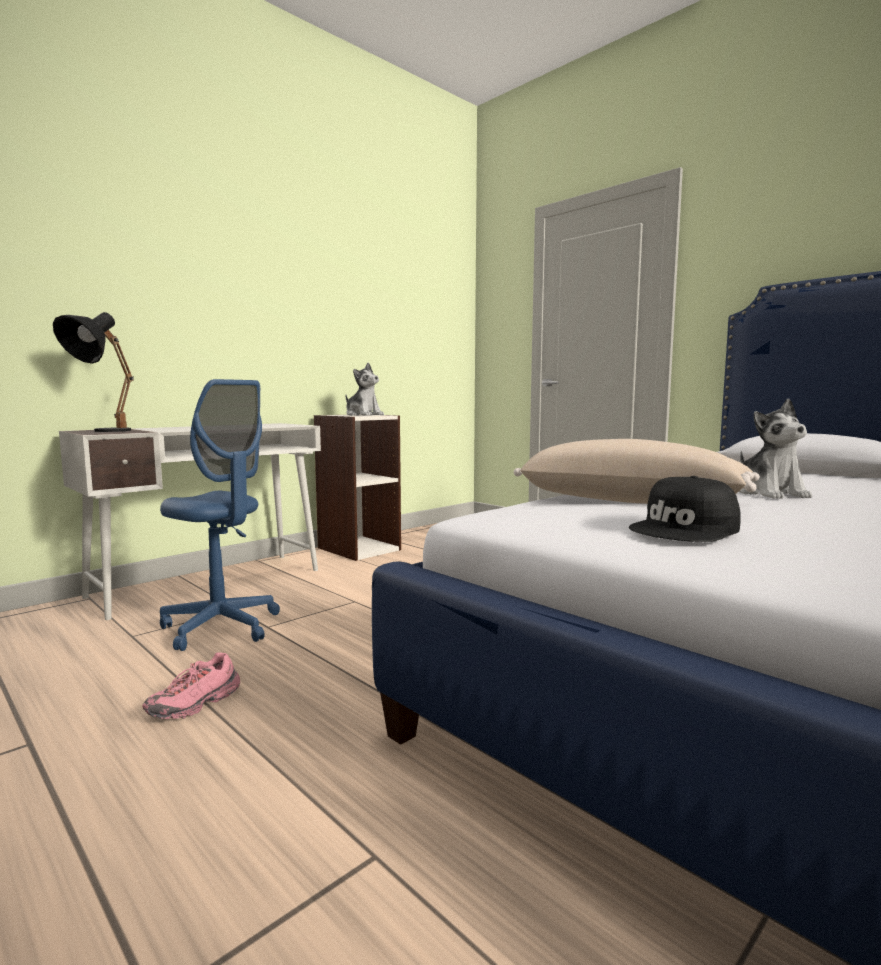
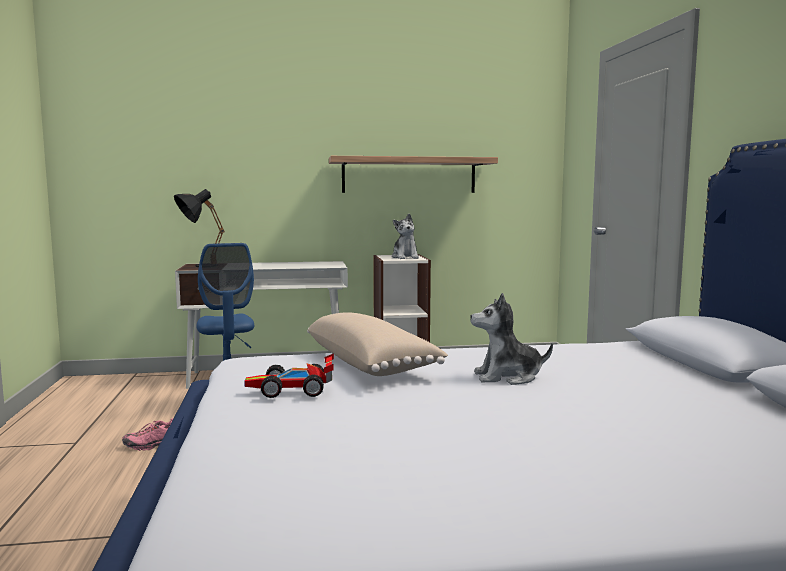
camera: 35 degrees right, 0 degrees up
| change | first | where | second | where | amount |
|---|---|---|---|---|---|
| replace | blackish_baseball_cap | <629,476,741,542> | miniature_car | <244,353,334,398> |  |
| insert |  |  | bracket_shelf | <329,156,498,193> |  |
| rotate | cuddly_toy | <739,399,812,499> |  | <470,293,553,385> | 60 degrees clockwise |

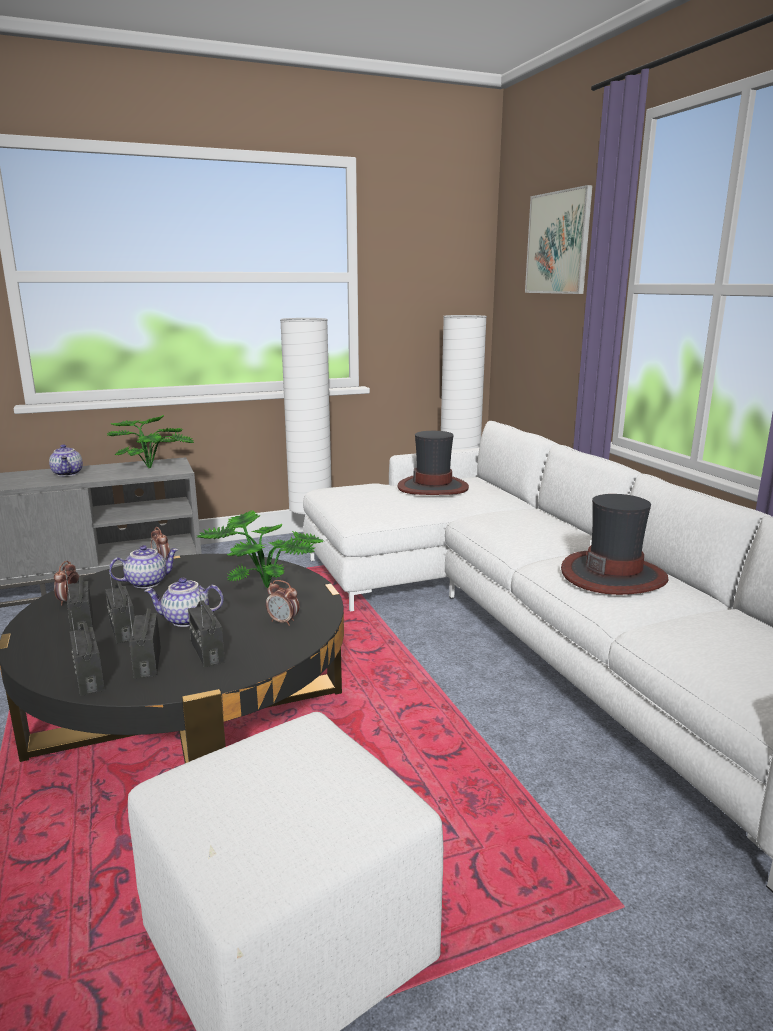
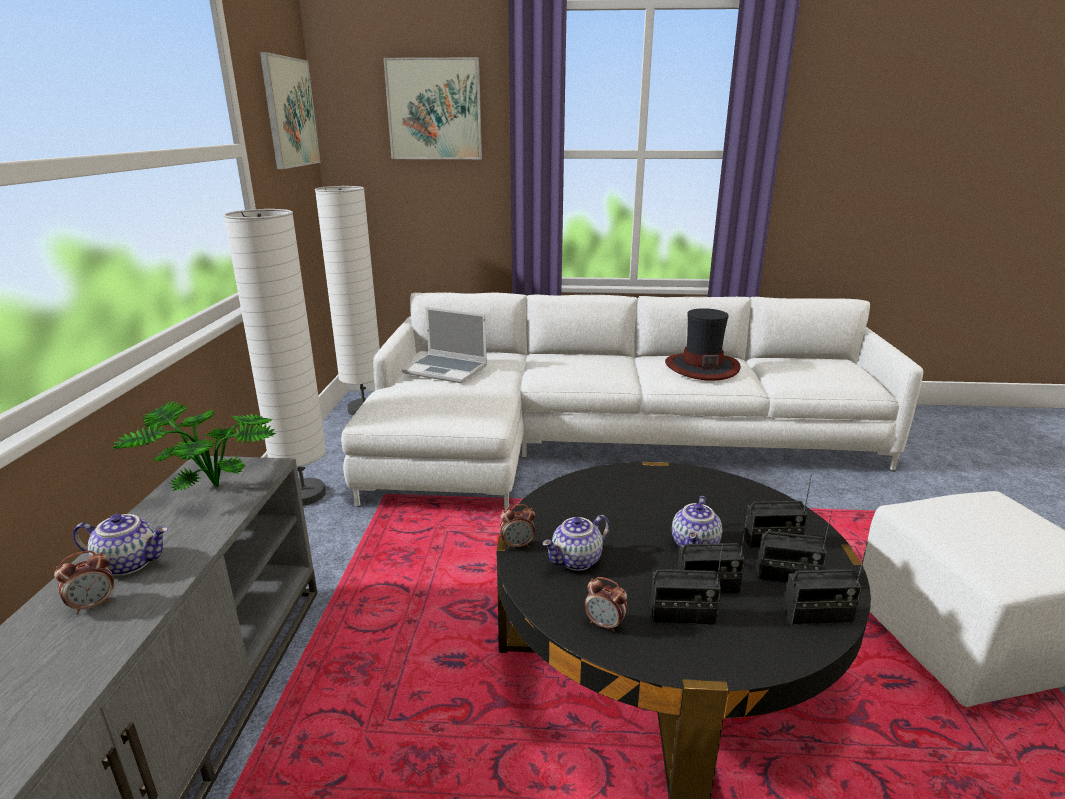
camera: 65 degrees left, 5 degrees up
| change | first | where | second | where | amount |
|---|---|---|---|---|---|
| move | bedside_clock | <266,580,299,626> |  | <54,550,114,615> |  |
| insert |  |  | picture | <260,52,320,169> |  |
| replace | clothing_hat | <397,431,469,495> | laptop | <402,307,487,383> |  |
| rotate | pot_for_tea | <109,545,178,589> |  | <542,515,610,571> | 120 degrees counterclockwise |
| delete | houseplant | <197,510,323,588> |  |  |  |

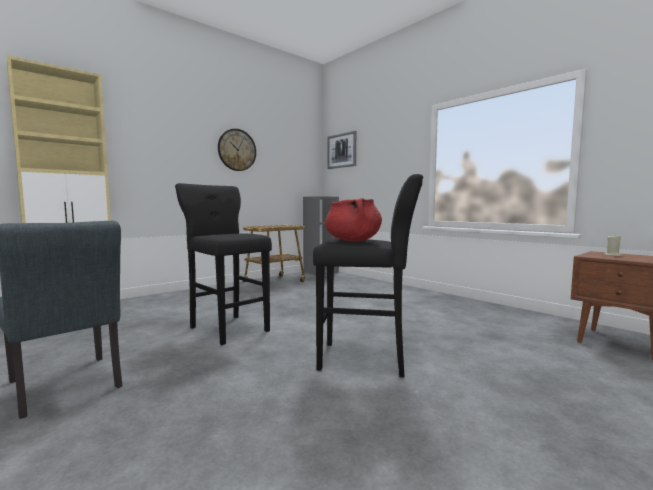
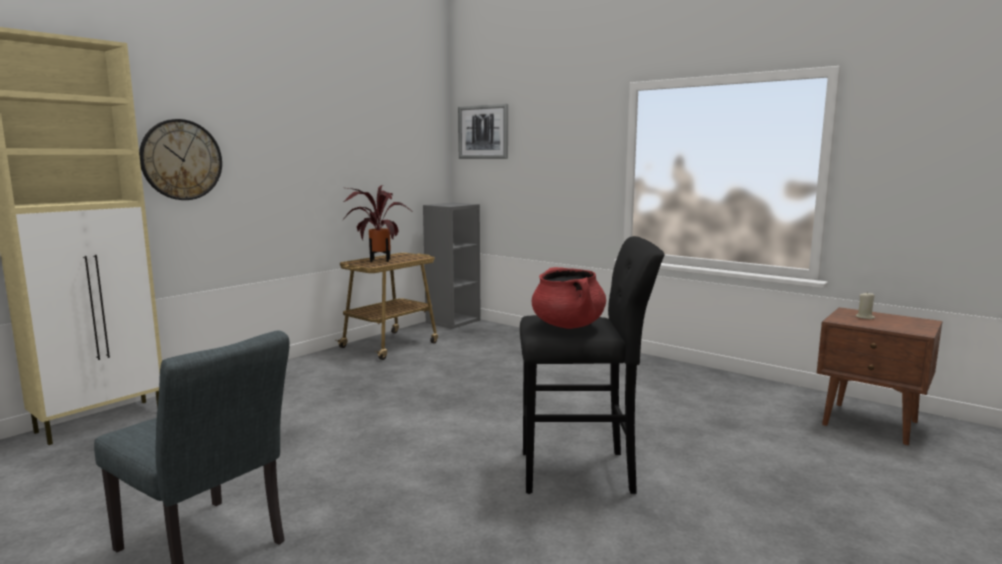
camera: 10 degrees left, 5 degrees up
| change | first | where | second | where | amount |
|---|---|---|---|---|---|
| move | clock_on_the_wall | <218,129,256,171> |  | <139,119,222,200> |  |
| insert |  |  | houseplant | <342,185,413,262> |  |
| delete | blackish_stool | <175,183,272,345> |  |  |  |

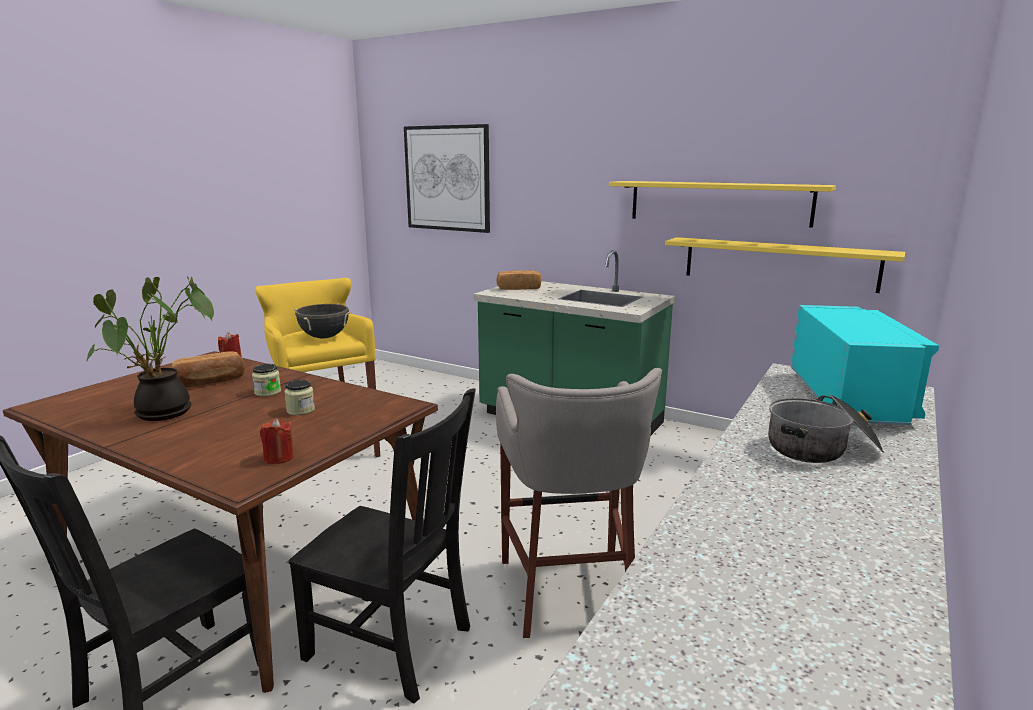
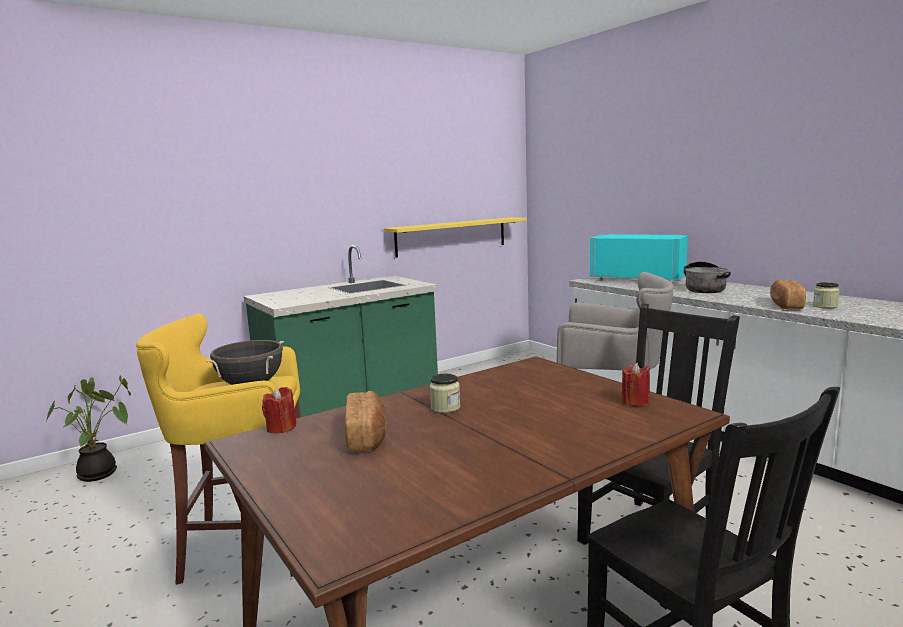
camera: 65 degrees left, 5 degrees down
| change | first | where | second | where | amount |
|---|---|---|---|---|---|
| move | houseplant | <87,277,214,421> |  | <46,376,131,482> |  |
| move | bread | <496,270,541,290> |  | <770,280,806,309> |  |
| move | storage_jar | <284,380,315,415> |  | <813,282,840,308> |  |
| delete | picture | <404,124,490,233> |  |  |  |
| delete | yellow-coloured_bracket_shelf | <609,181,836,228> |  |  |  |

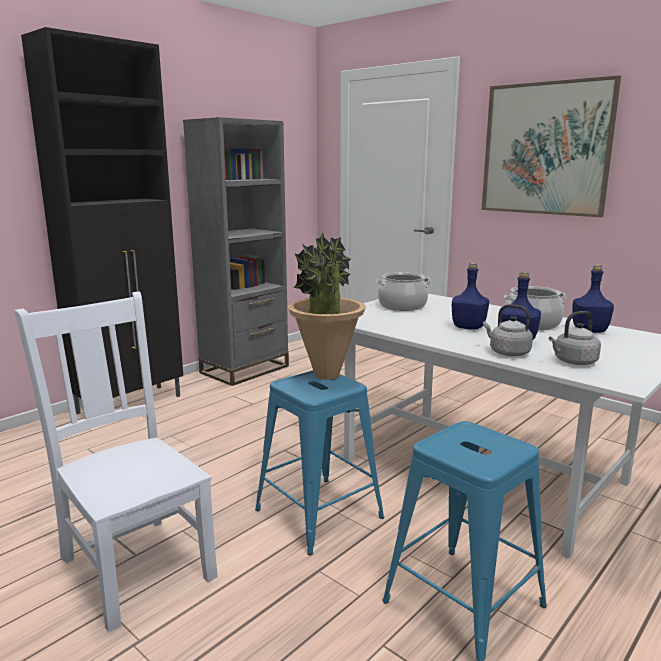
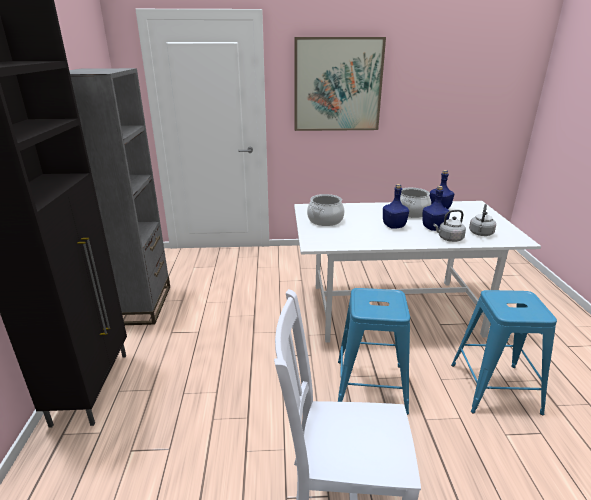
camera: 45 degrees left, 10 degrees up
| change | first | where | second | where | amount |
|---|---|---|---|---|---|
| delete | houseplant | <288,232,366,380> |  |  |  |

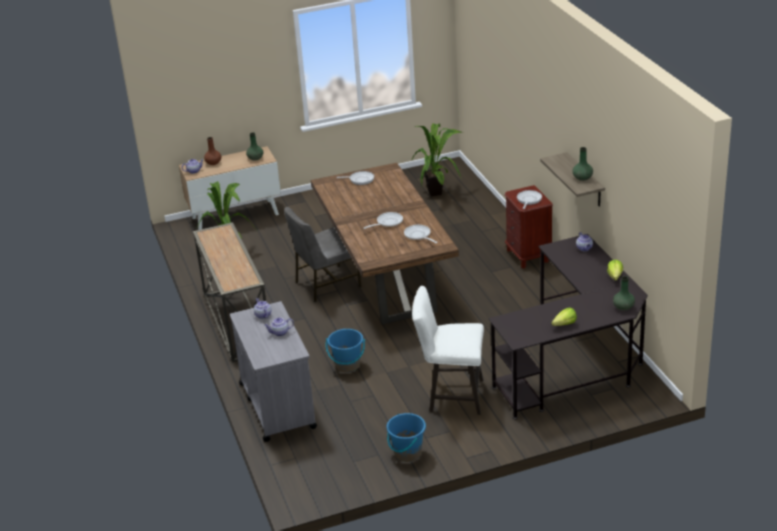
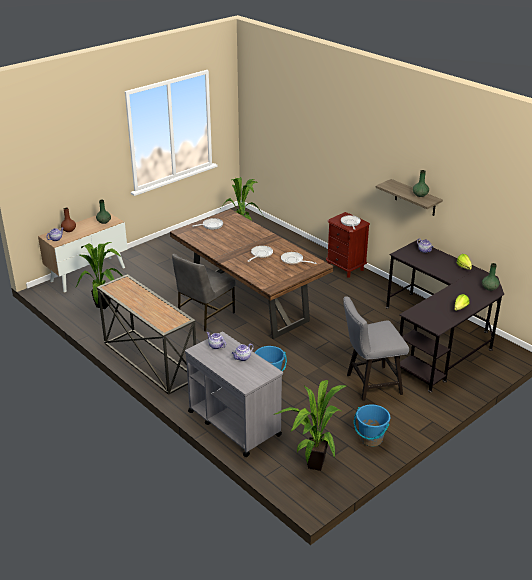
camera: 25 degrees left, 0 degrees up
| change | first | where | second | where | amount |
|---|---|---|---|---|---|
| insert |  |  | houseplant | <274,380,346,471> |  |
| replace | whitish_stool | <412,286,484,415> | grey_upright_chair | <343,297,409,401> |  |

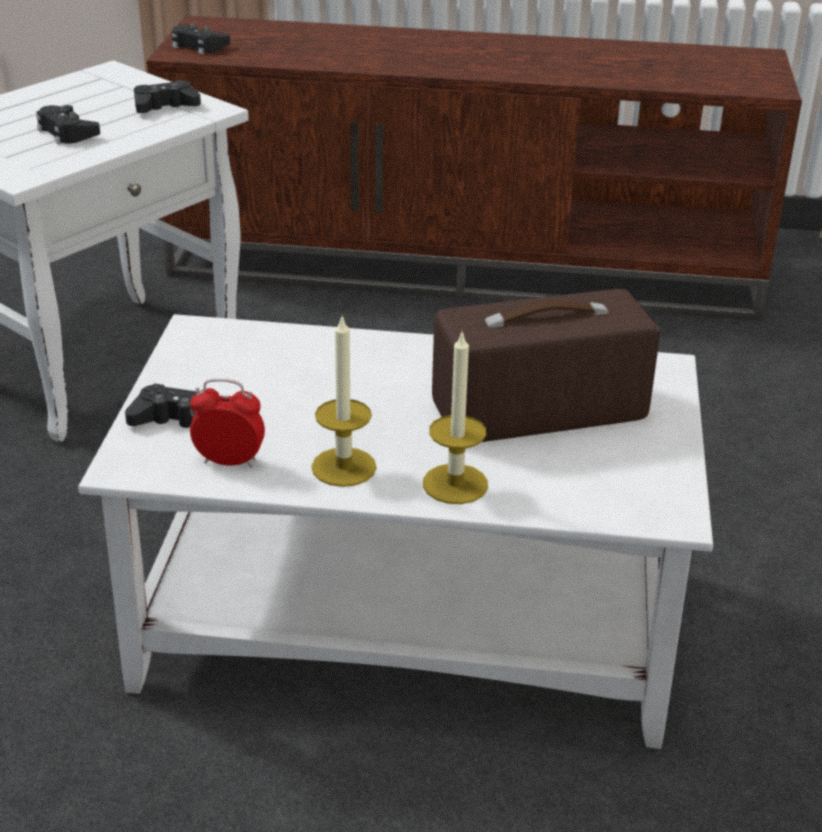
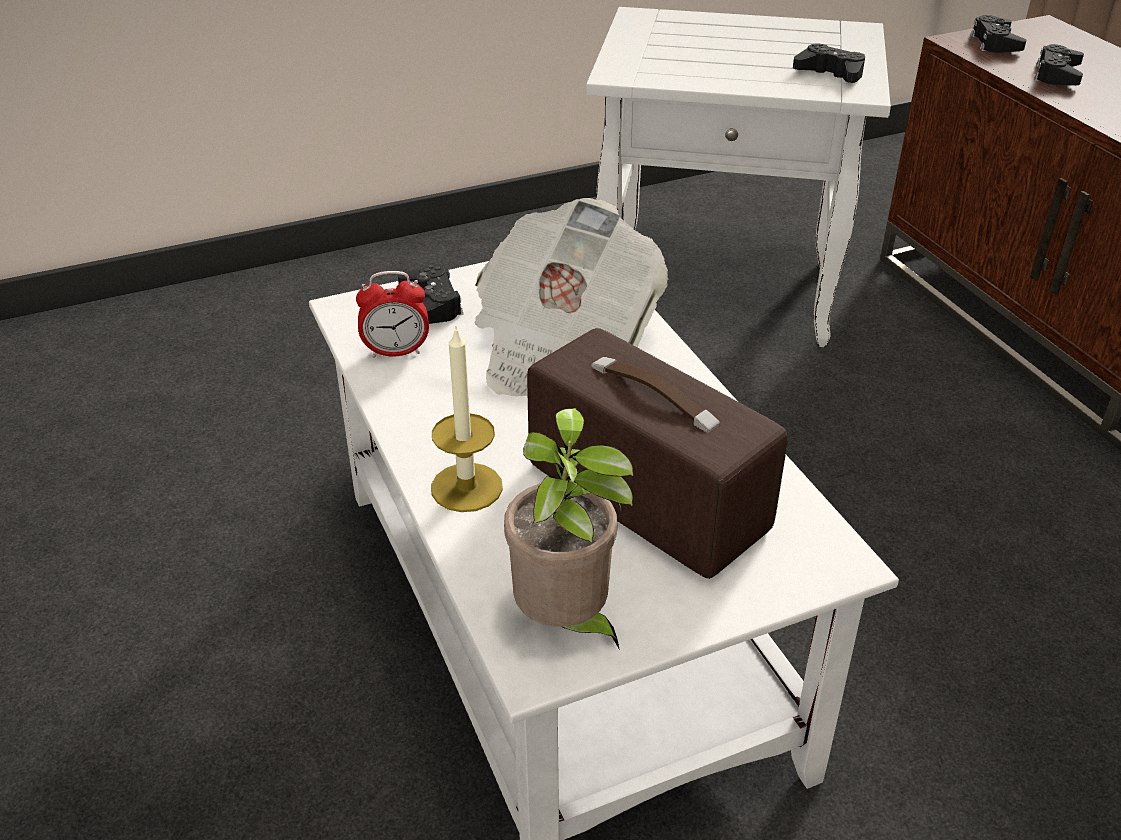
camera: 60 degrees right, 5 degrees up
| change | first | where | second | where | amount |
|---|---|---|---|---|---|
| rotate | bedside_clock | <190,378,265,468> |  | <356,271,429,358> | 105 degrees clockwise |
| insert |  |  | daily_paper | <474,198,668,396> |  |
| insert |  |  | houseplant | <504,408,633,650> |  |
| move | blackish_joypad | <36,105,100,145> |  | <1034,44,1084,85> |  |
| delete | candle | <311,316,377,487> |  |  |  |

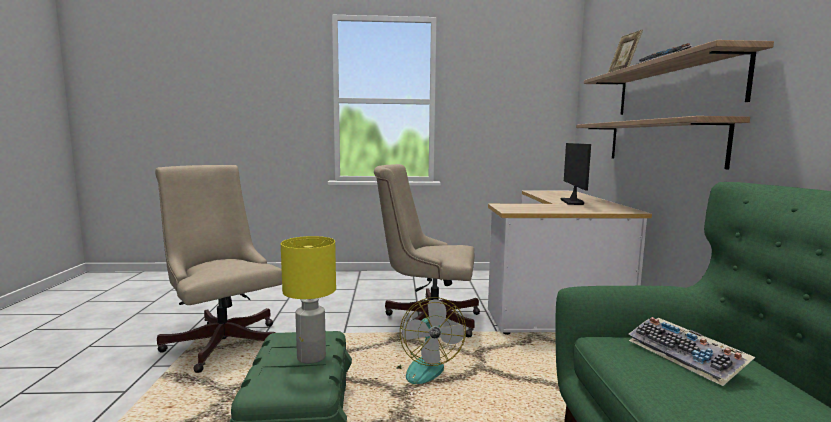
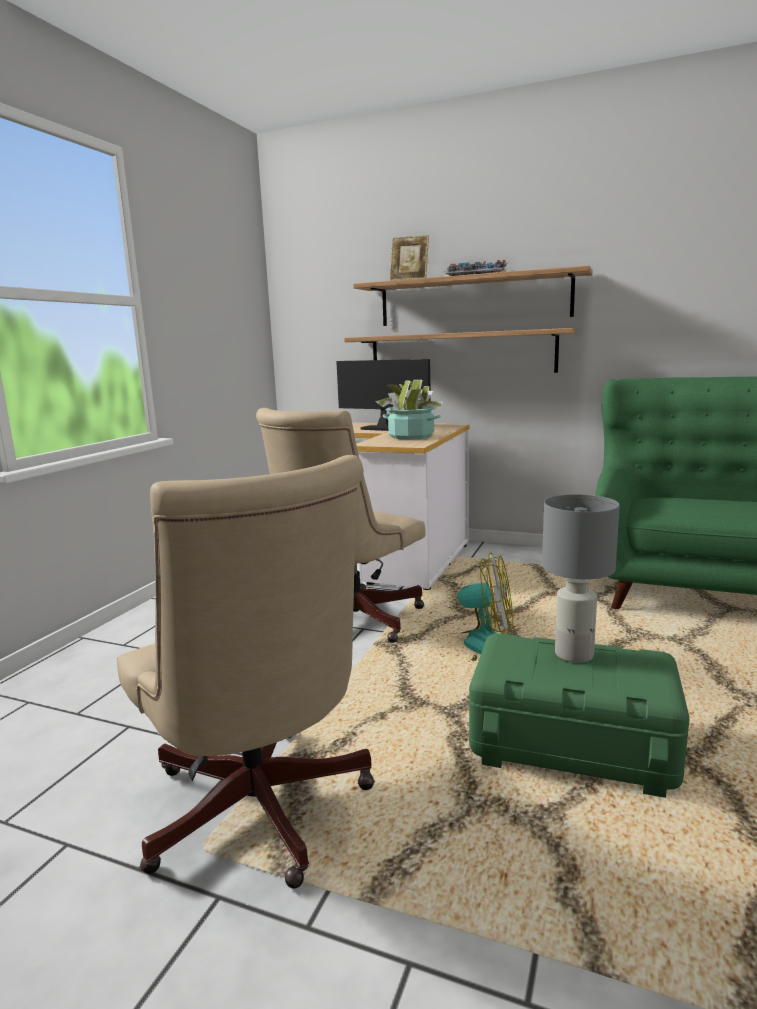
camera: 65 degrees left, 5 degrees up
| change | first | where | second | where | amount |
|---|---|---|---|---|---|
| rotate | beige-coloured_computer_chair | <155,165,282,373> |  | <117,455,375,889> | 105 degrees counterclockwise |
| insert |  |  | houseplant | <376,380,443,440> |  |
| recolor | yellow-coloured_table_lamp | <281,236,336,364> | grey_table_lamp | <542,494,620,663> |  |
| delete | PC_keyboard | <629,317,755,386> |  |  |  |

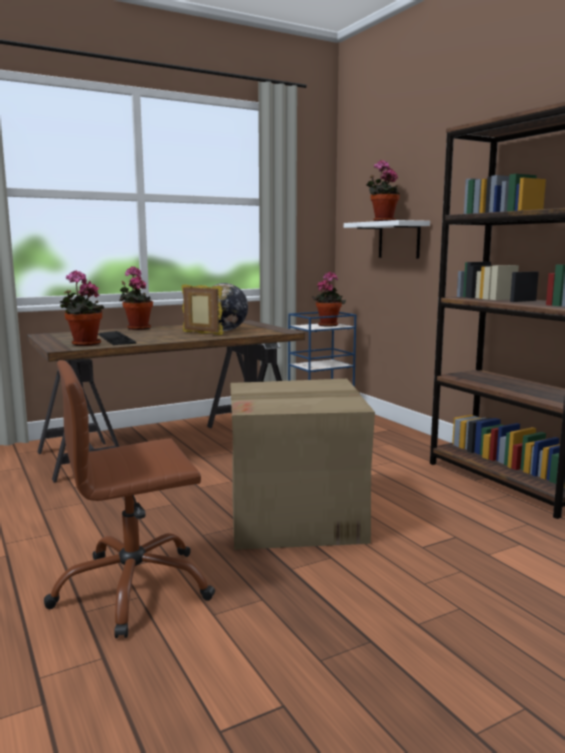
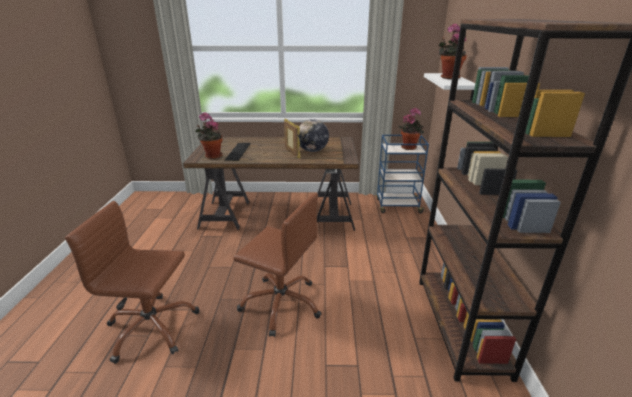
camera: 30 degrees right, 15 degrees up
| change | first | where | second | where | amount |
|---|---|---|---|---|---|
| replace | packing_box | <230,379,375,550> | brown-coloured_computer_chair | <233,193,322,337> |  |
| delete | houseplant | <119,266,153,330> |  |  |  |

